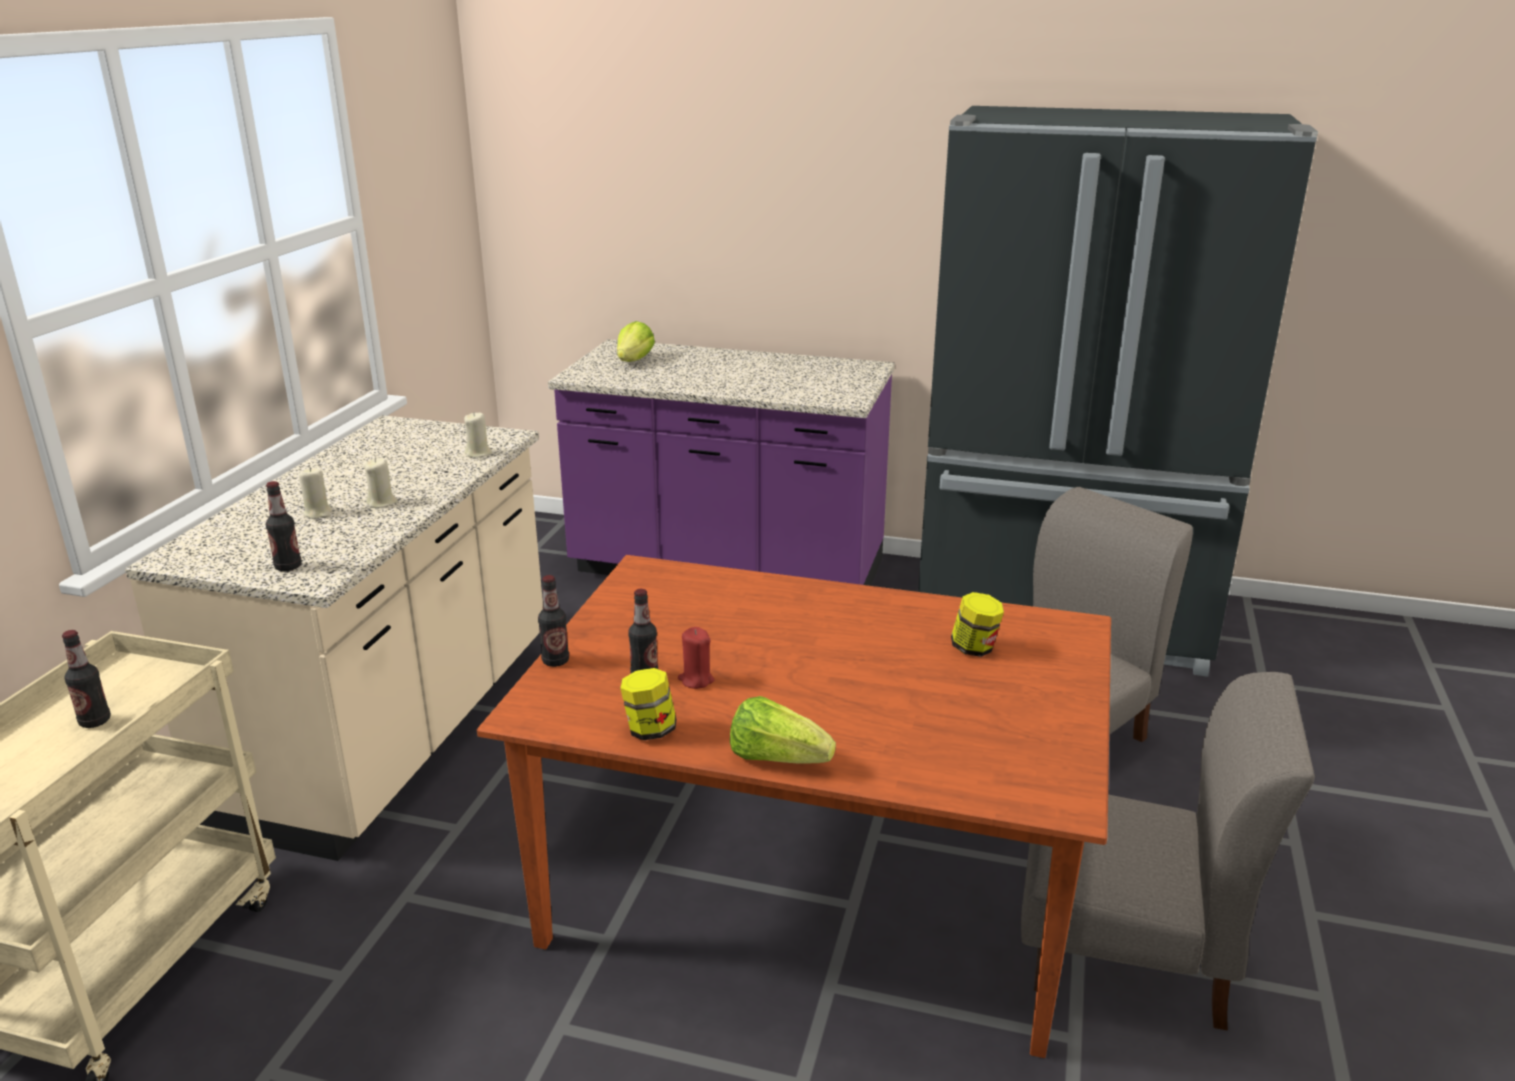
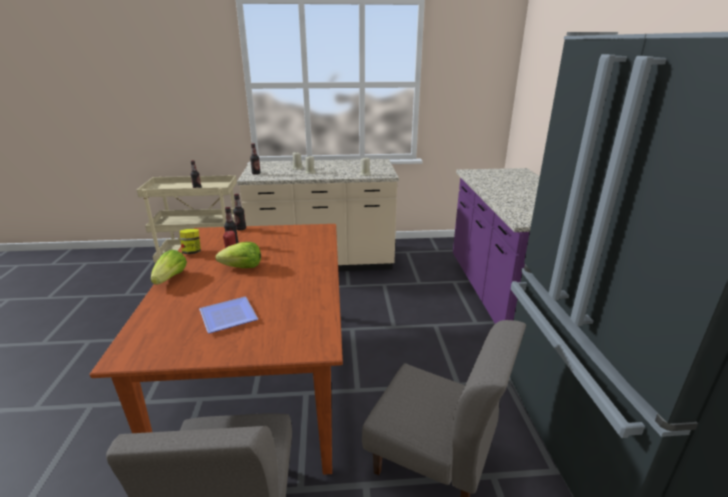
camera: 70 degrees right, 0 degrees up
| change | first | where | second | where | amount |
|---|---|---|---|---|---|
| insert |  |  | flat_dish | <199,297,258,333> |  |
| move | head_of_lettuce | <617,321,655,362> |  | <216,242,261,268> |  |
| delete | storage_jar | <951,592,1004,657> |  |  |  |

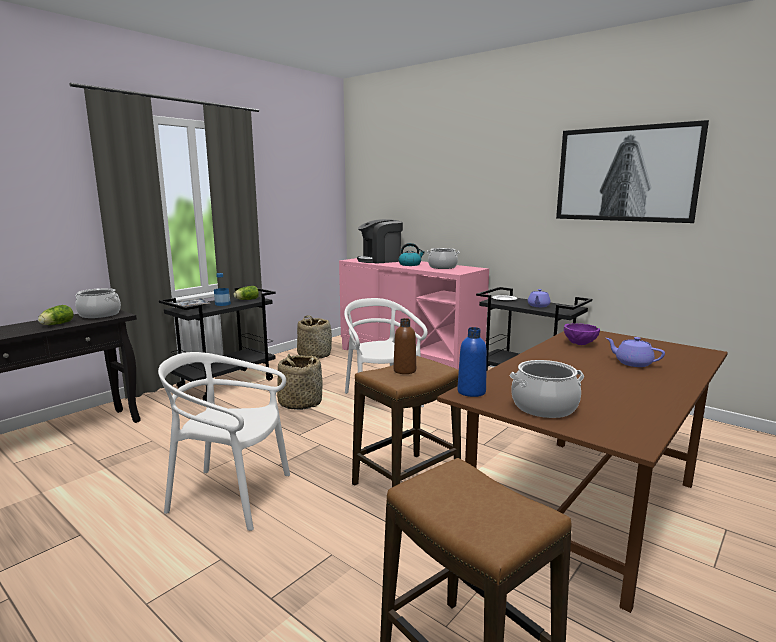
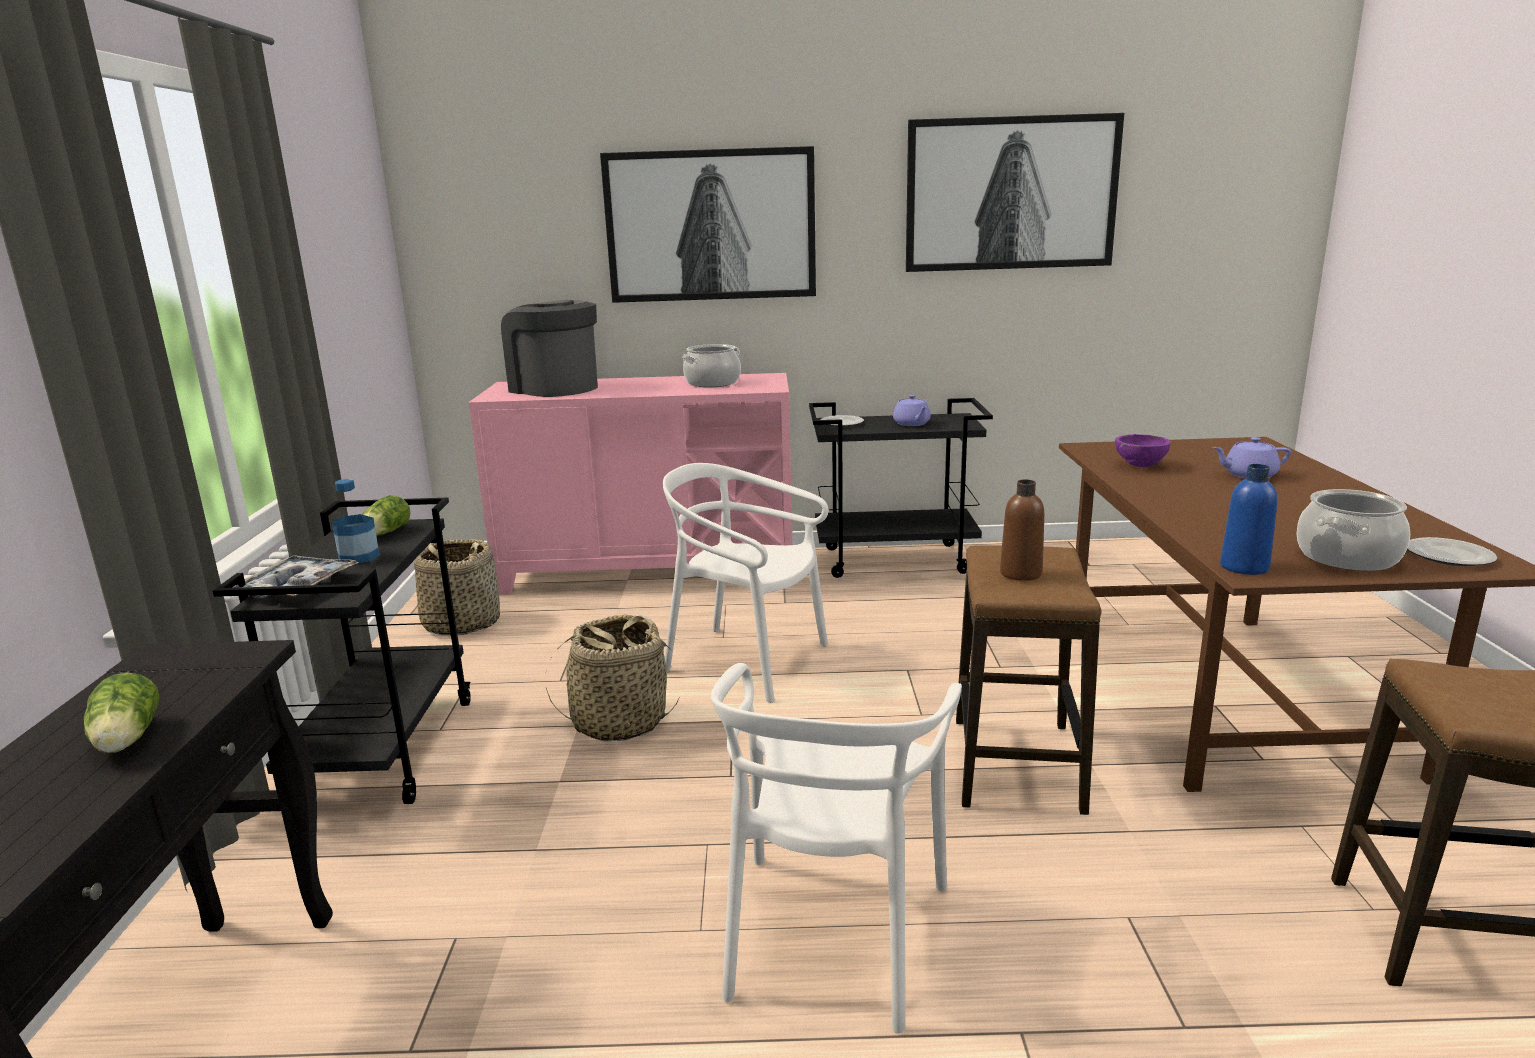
camera: 40 degrees left, 5 degrees up
| change | first | where | second | where | amount |
|---|---|---|---|---|---|
| rotate | coffee_machine | <357,219,403,264> |  | <501,300,598,397> | 105 degrees clockwise |
| insert |  |  | picture | <600,146,816,303> |  |
| rotate | whitish_upright_chair | <158,352,290,531> |  | <711,663,962,1034> | 45 degrees counterclockwise |
| insert |  |  | flat_dish | <1408,537,1497,566> |  |
| delete | saucepot | <75,288,121,318> |  |  |  |
| delete | tea_kettle | <399,243,425,266> |  |  |  |

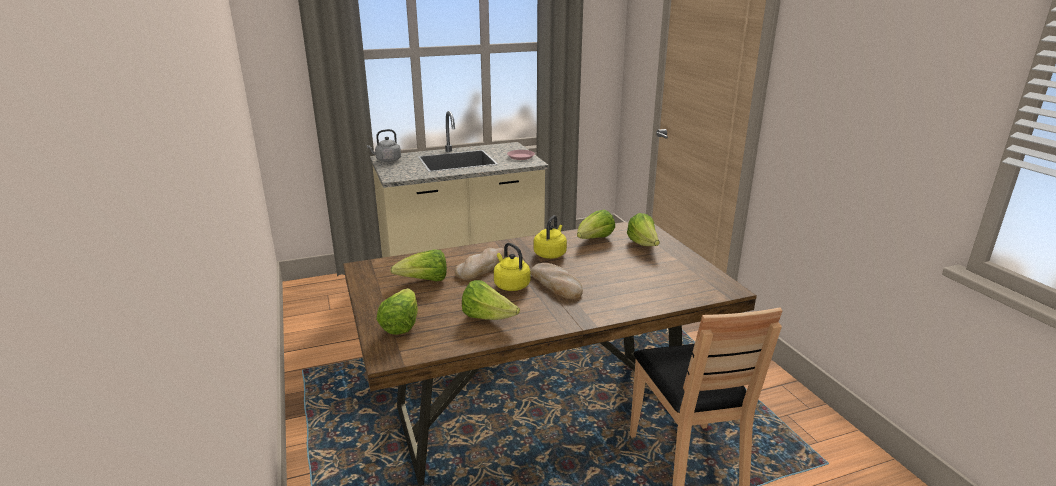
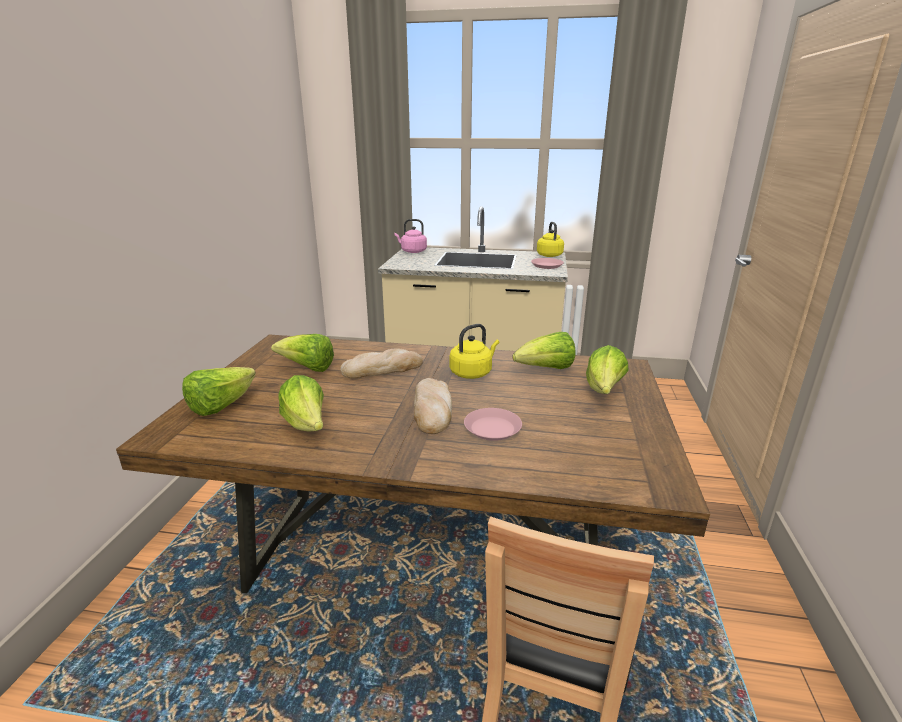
camera: 30 degrees right, 0 degrees up
| change | first | where | second | where | amount |
|---|---|---|---|---|---|
| recolor | grey_tea_kettle | <367,129,401,162> | pink_tea_kettle | <395,219,427,253> |  |
| insert |  |  | pink_flat_dish | <464,408,522,441> |  |
| move | yellow-coloured_tea_kettle | <494,243,530,291> |  | <537,222,564,257> |  |

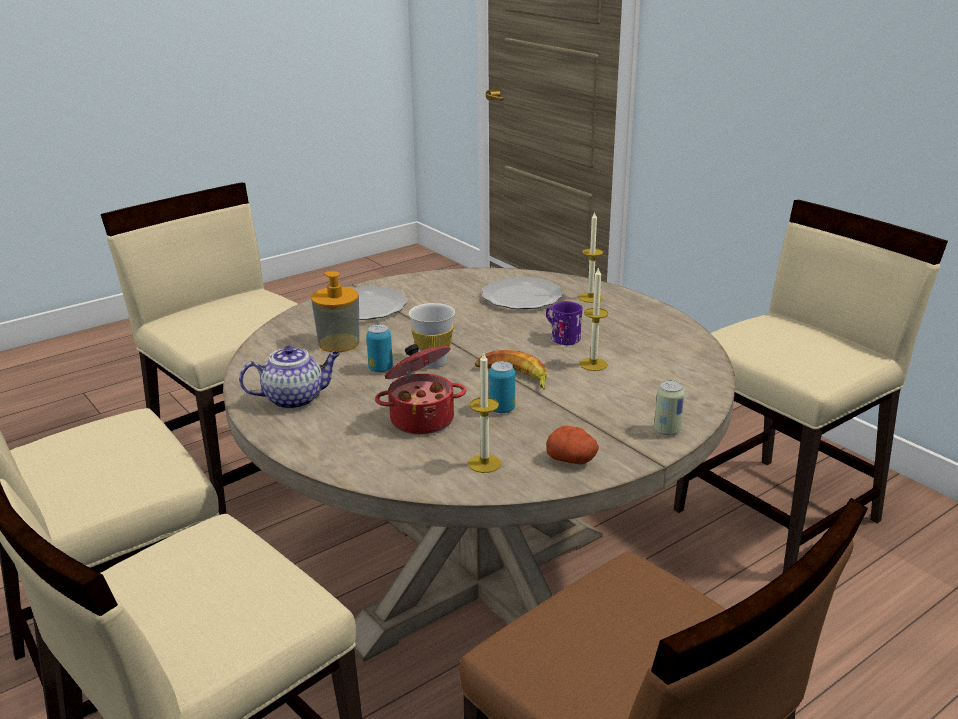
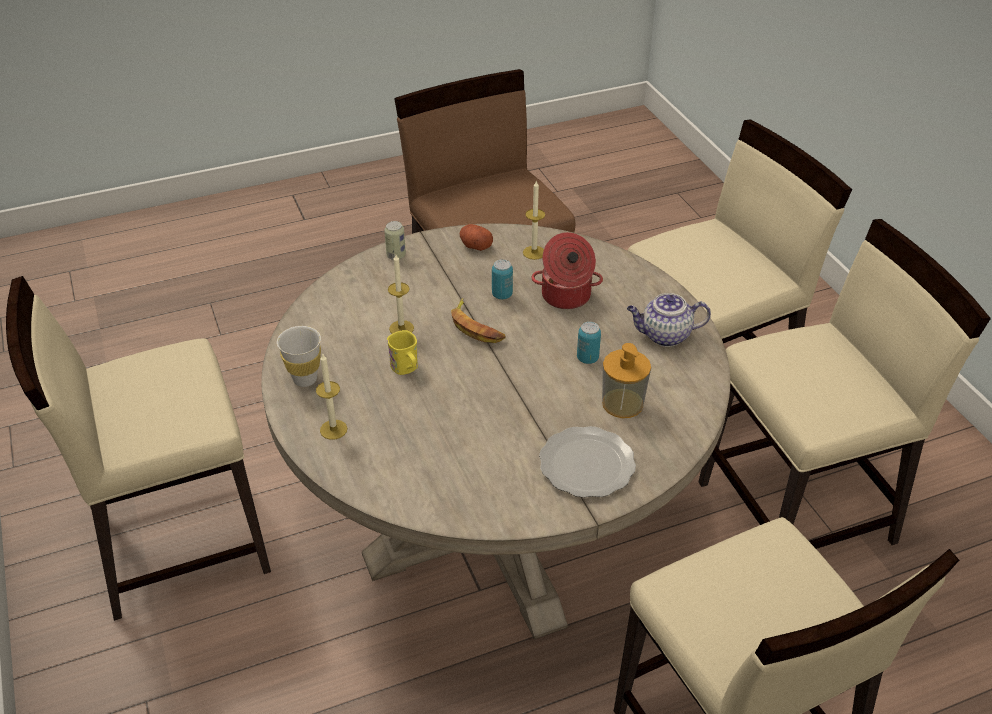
camera: 165 degrees left, 15 degrees up
| change | first | where | second | where | amount |
|---|---|---|---|---|---|
| move | whitish_drinking_cup | <409,303,455,368> |  | <277,326,321,387> |  |
| recolor | purple_mug | <546,301,583,345> | yellow-coloured_mug | <387,330,418,375> |  |
| delete | flat_dish | <482,277,563,309> |  |  |  |

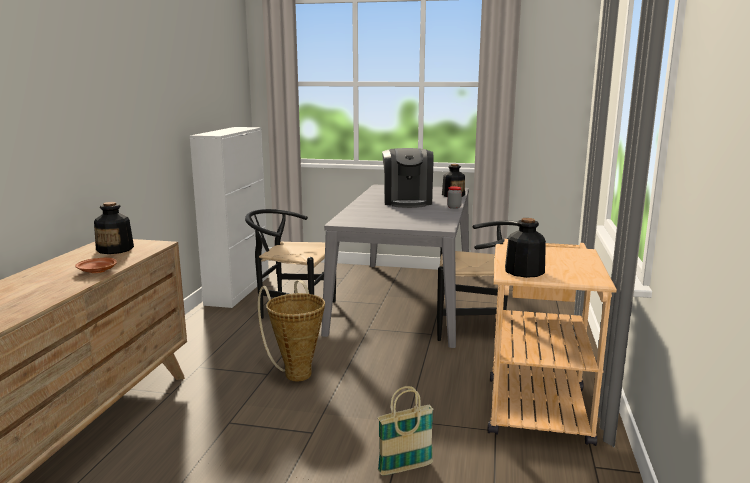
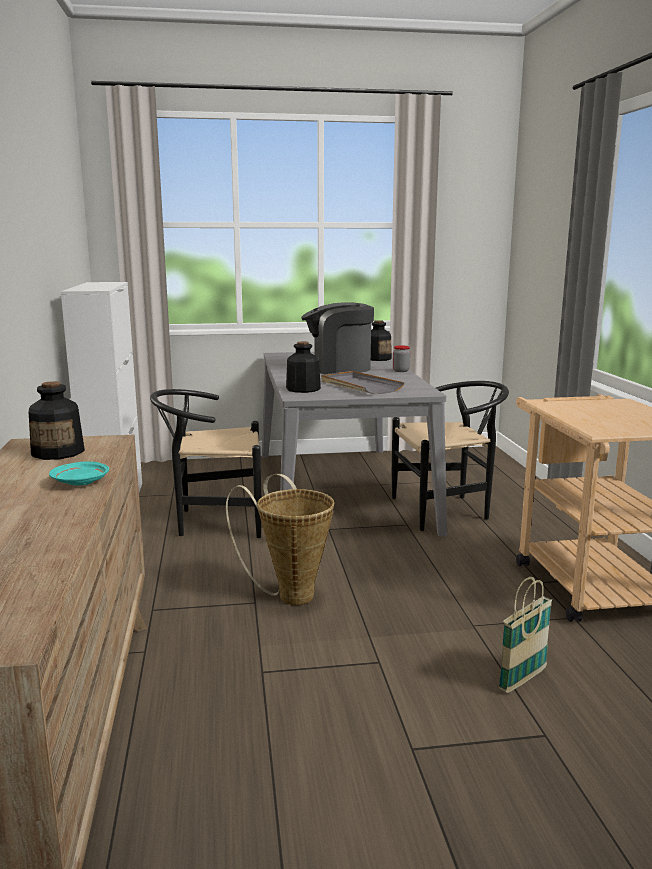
camera: 20 degrees left, 0 degrees up
| change | first | where | second | where | amount |
|---|---|---|---|---|---|
| recolor | brown-coloured_flat_dish | <75,258,117,273> | blue-green_flat_dish | <49,461,109,486> |  |
| move | beverage_bottle | <505,218,546,278> |  | <286,342,321,393> |  |
| rotate | coffee_machine | <382,148,433,208> |  | <301,302,374,374> | 105 degrees clockwise |
| insert |  |  | grey_tray | <321,371,405,394> |  |

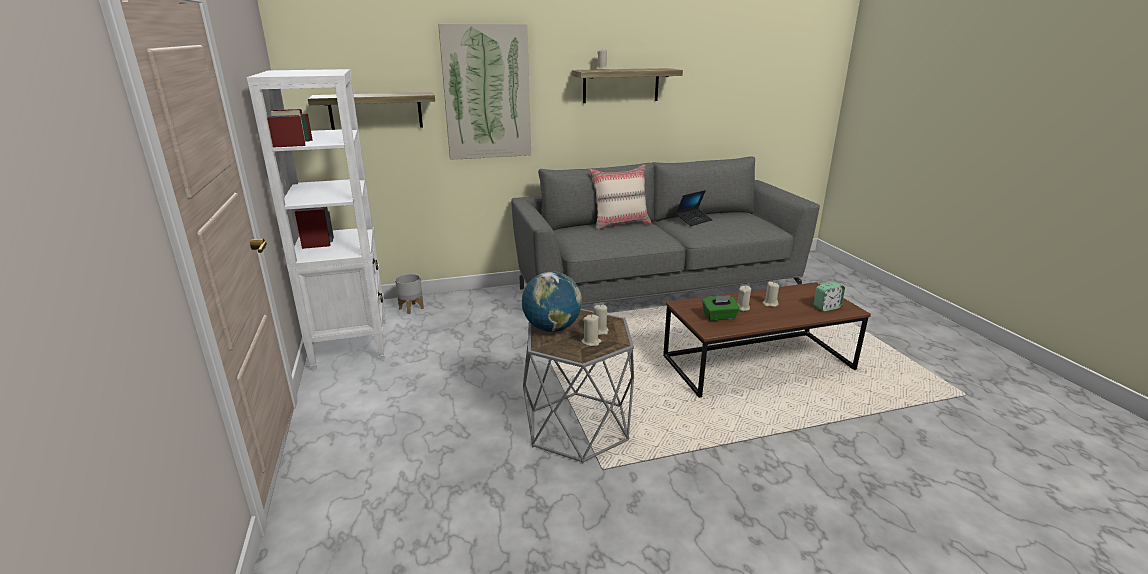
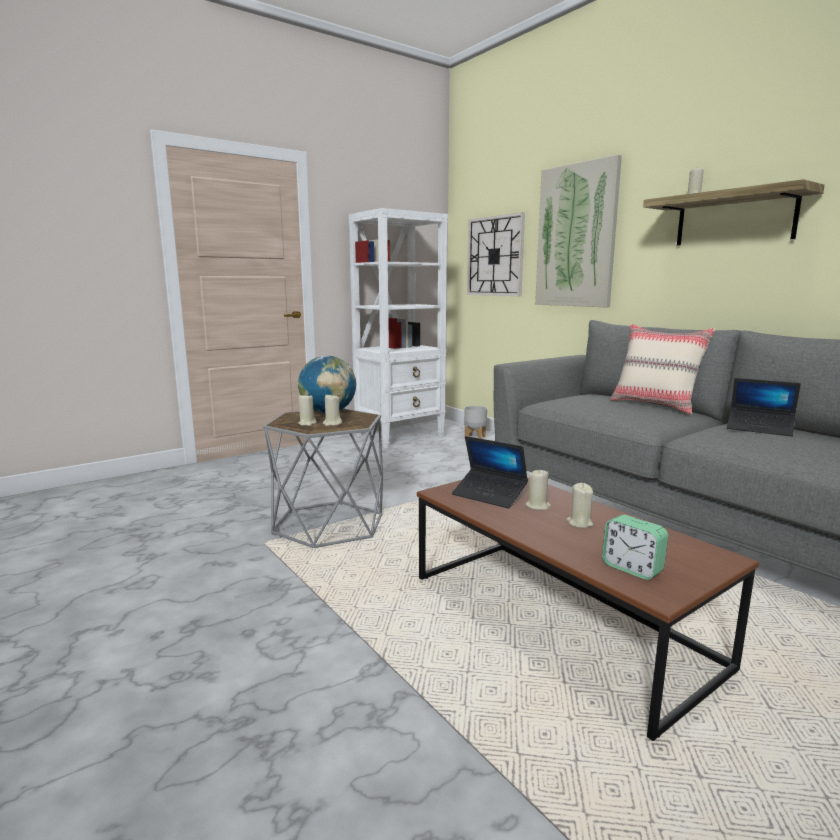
camera: 70 degrees right, 10 degrees down
| change | first | where | second | where | amount |
|---|---|---|---|---|---|
| replace | green_box_of_tissues | <702,295,740,321> | laptop | <452,436,528,508> |  |
| replace | bracket_shelf | <308,92,435,130> | clock_on_the_wall | <467,212,525,296> |  |

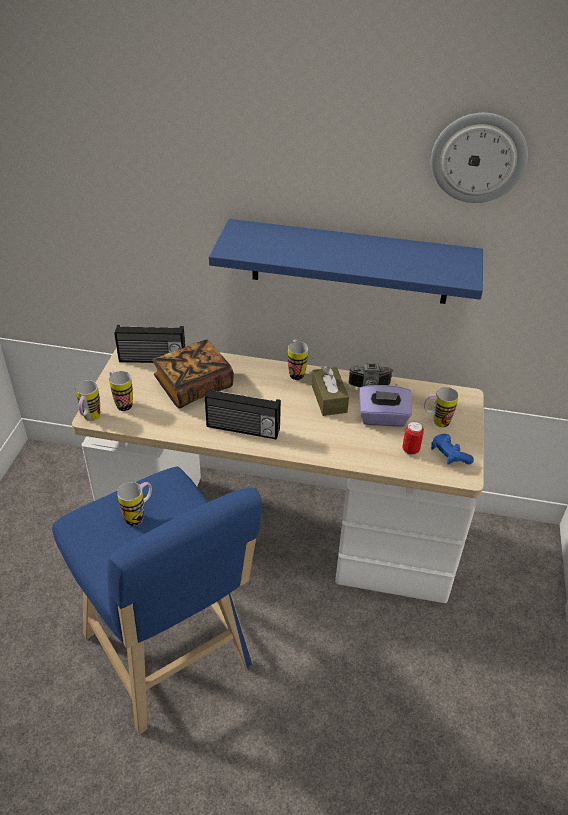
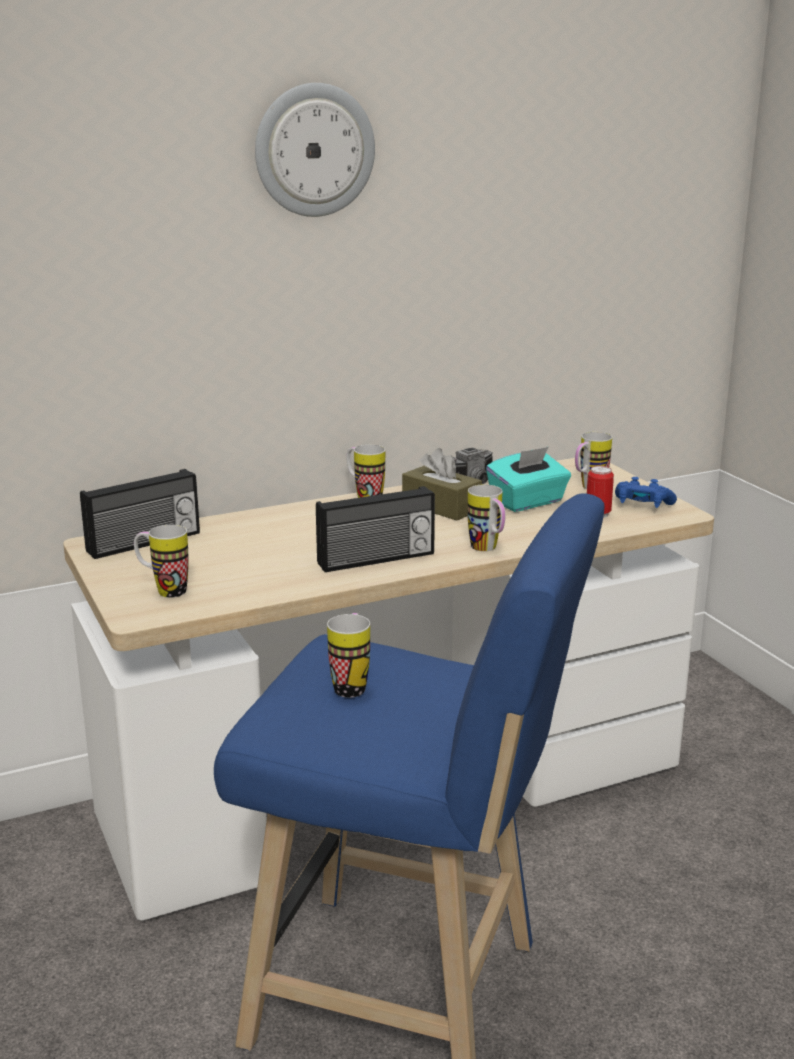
camera: 35 degrees left, 20 degrees down
| change | first | where | second | where | amount |
|---|---|---|---|---|---|
| move | clock_on_the_wall | <431,113,528,203> |  | <255,83,375,217> |  |
| move | mug | <75,380,100,421> |  | <468,485,506,551> |  |
| recolor | purple_box_of_tissues | <359,385,412,427> | blue-green_box_of_tissues | <486,447,571,512> |  |
| delete | book | <152,339,234,408> |  |  |  |
| delete | bluish_bracket_shelf | <209,219,483,304> |  |  |  |

